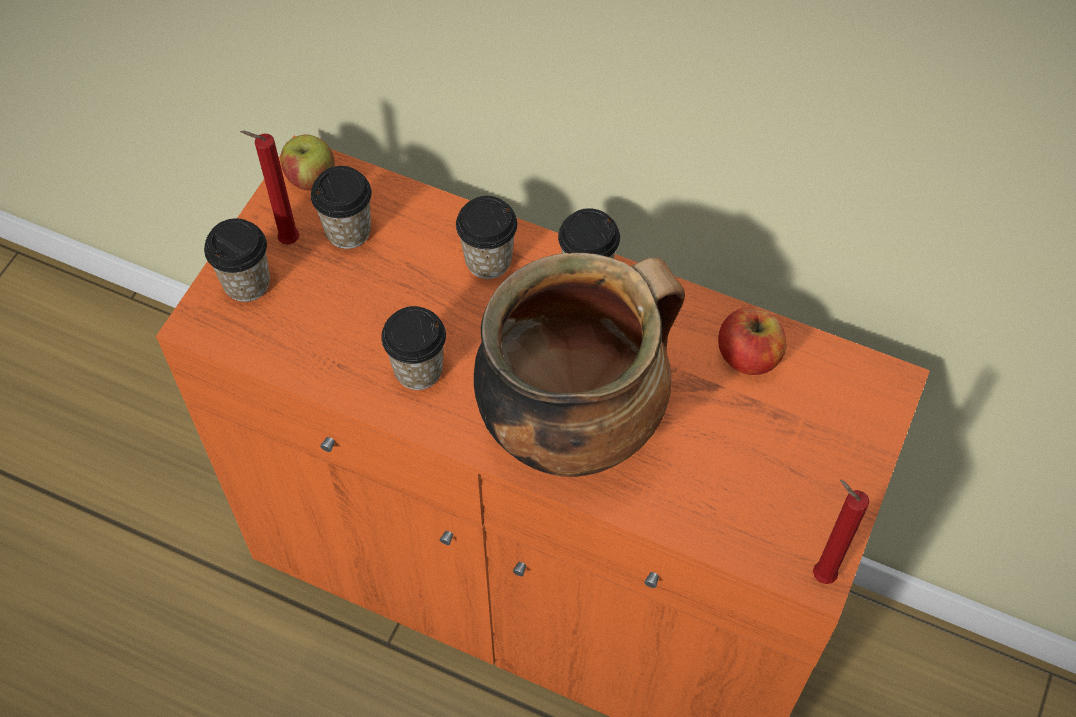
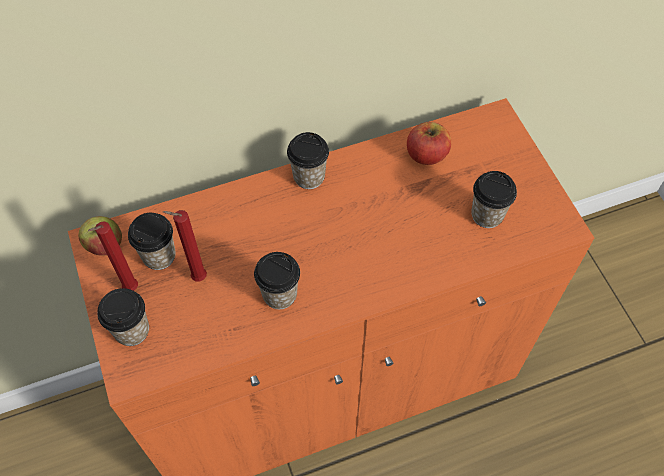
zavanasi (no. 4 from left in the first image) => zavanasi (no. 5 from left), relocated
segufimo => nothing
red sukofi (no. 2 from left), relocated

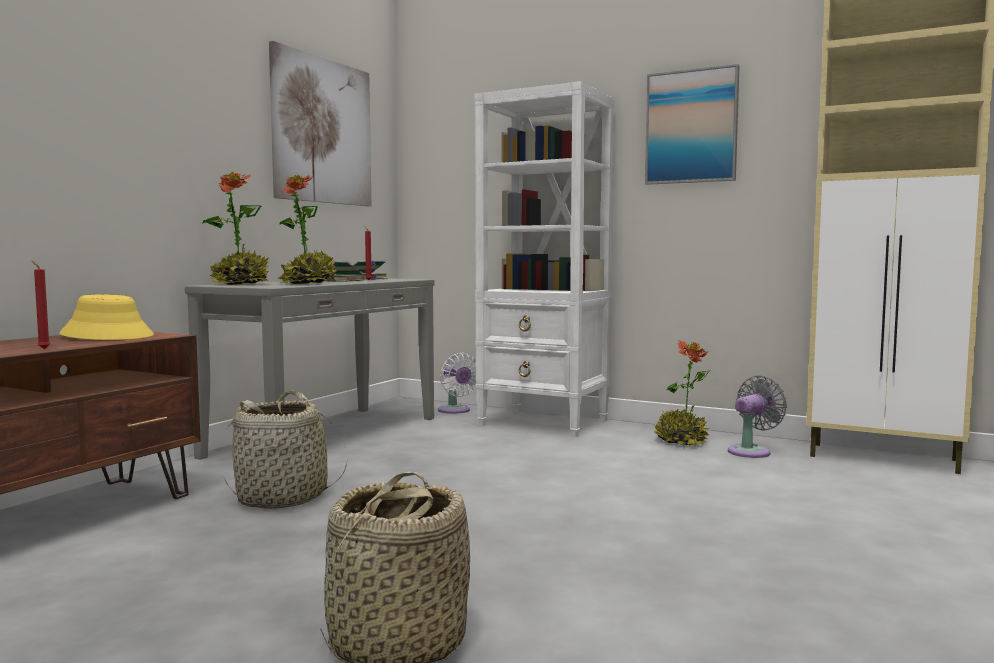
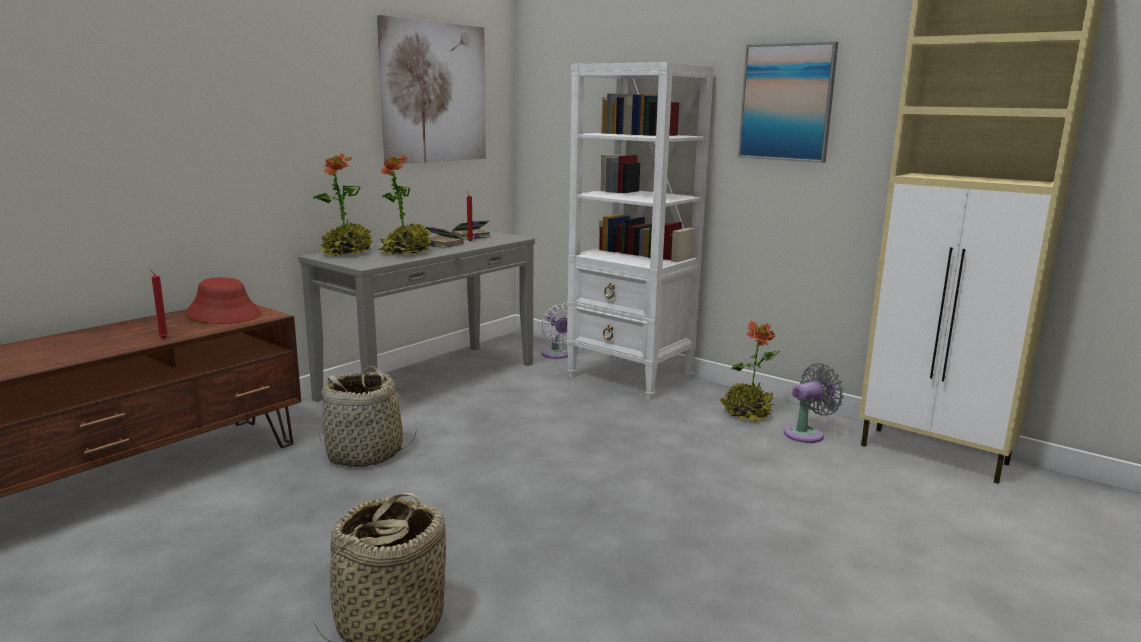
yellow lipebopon => red lipebopon

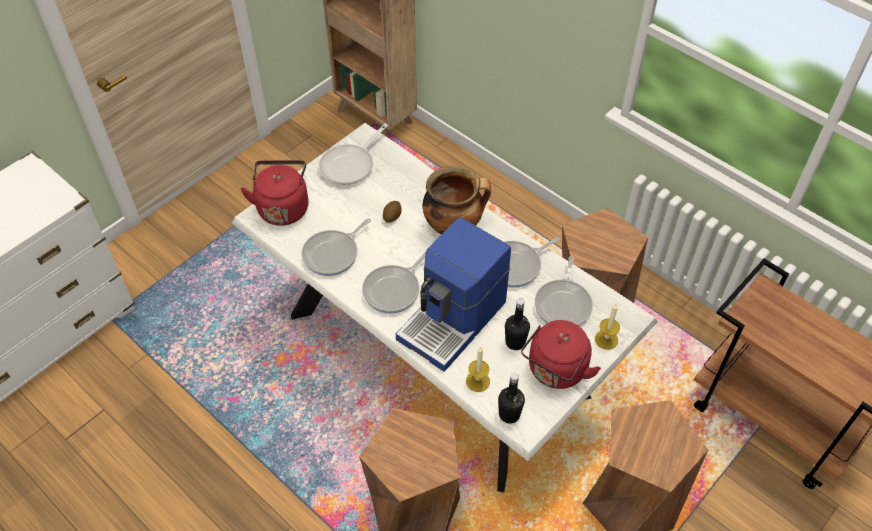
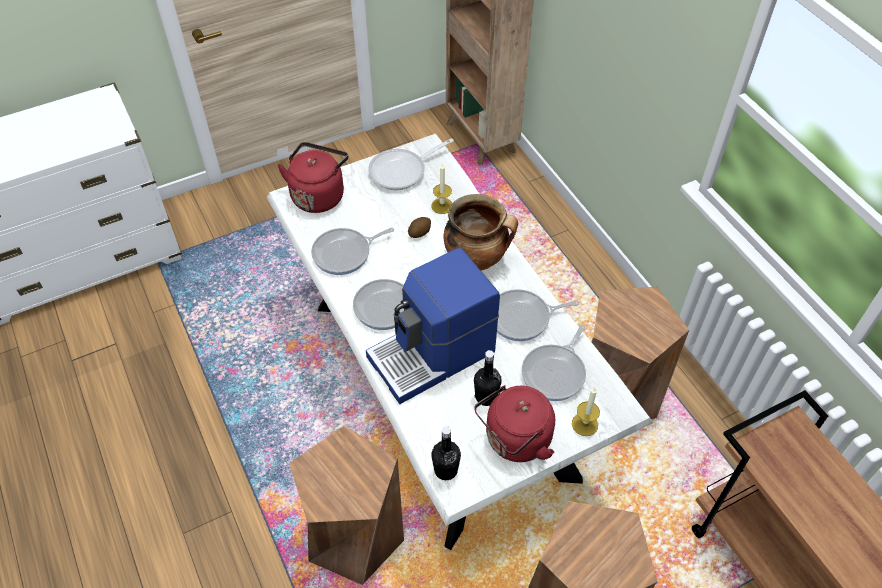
sukofi (no. 1 from left), relocated

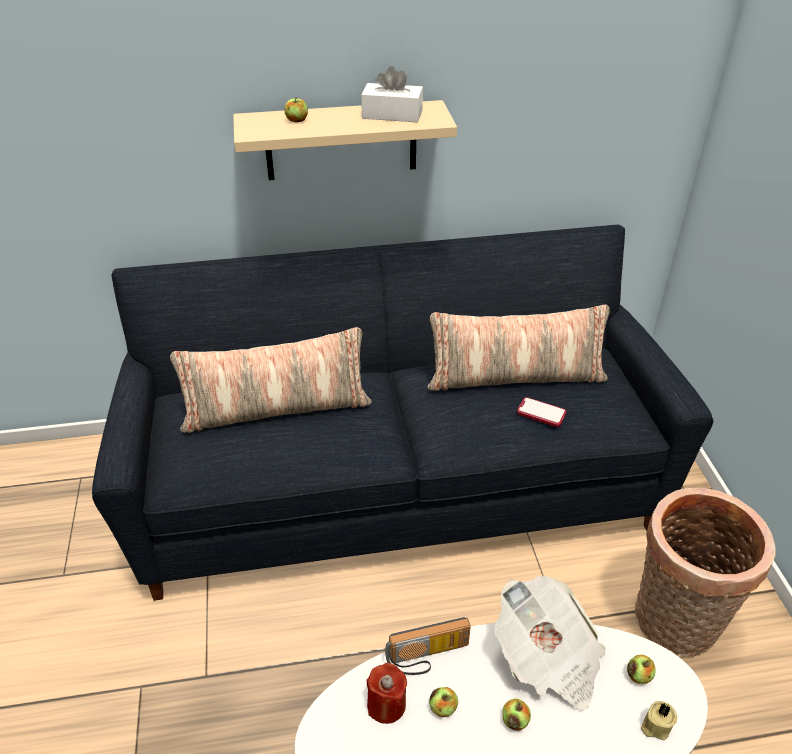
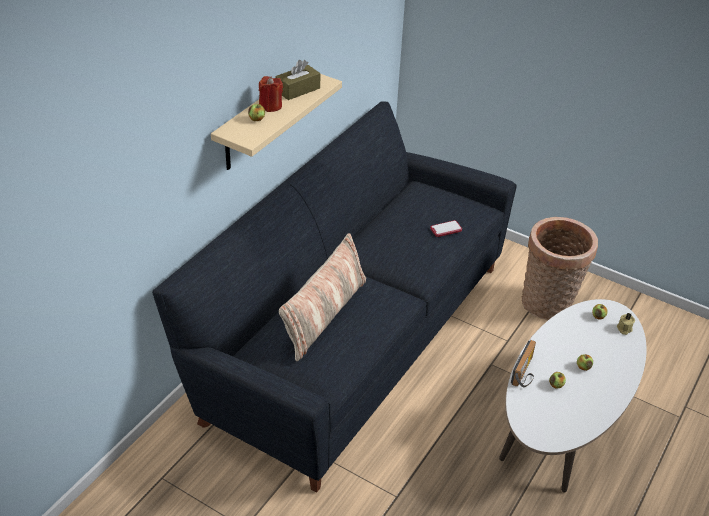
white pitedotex => brown pitedotex
red sukofi, relocated
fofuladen (no. 2 from left) => nothing
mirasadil => nothing

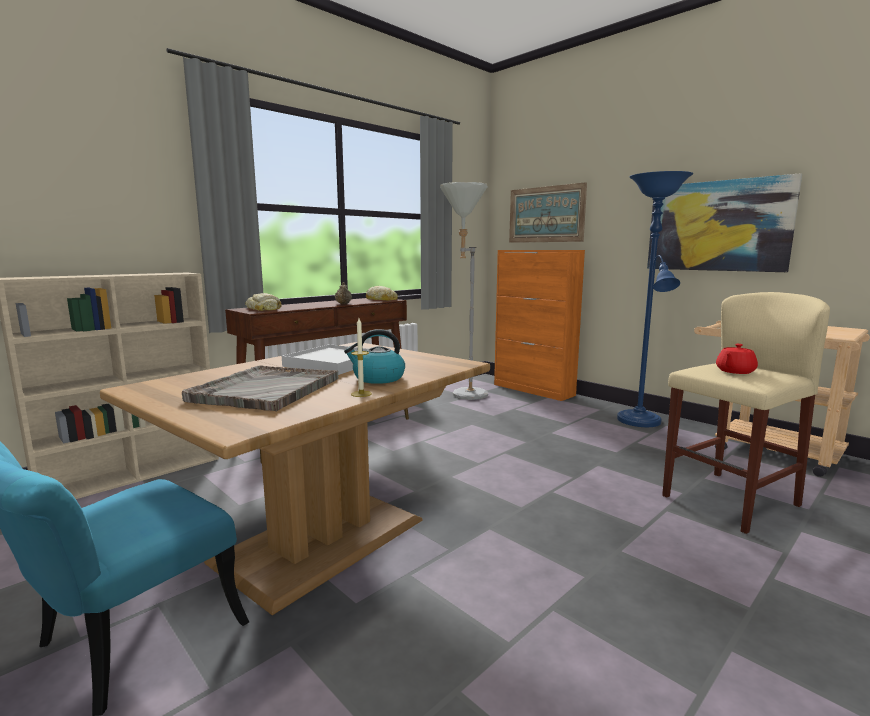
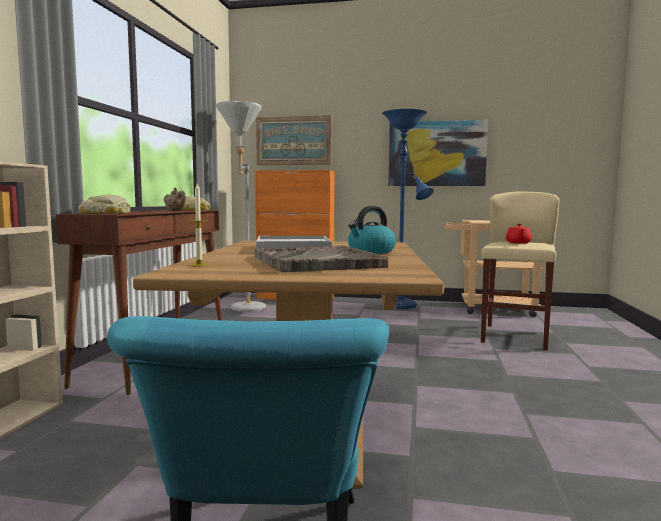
sukofi, relocated

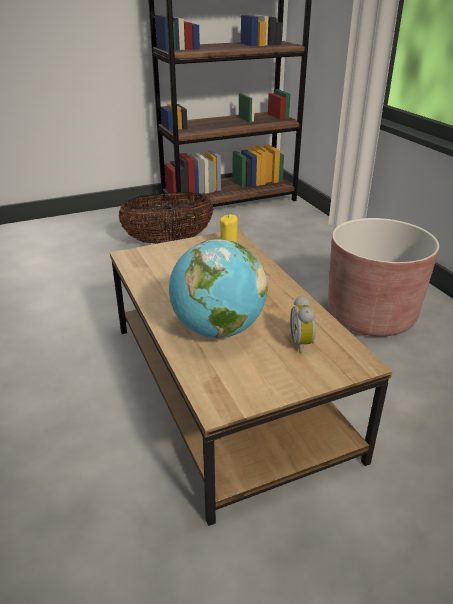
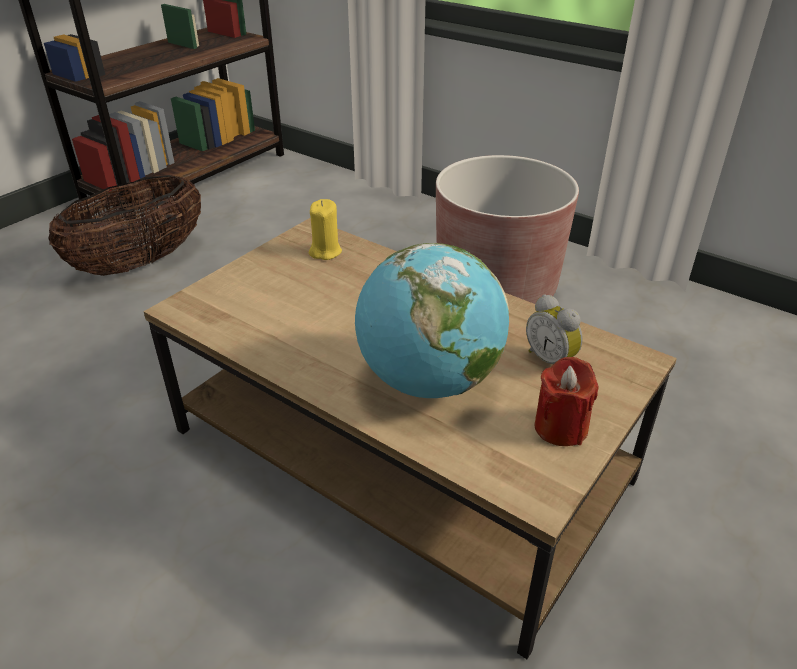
nothing => red sukofi

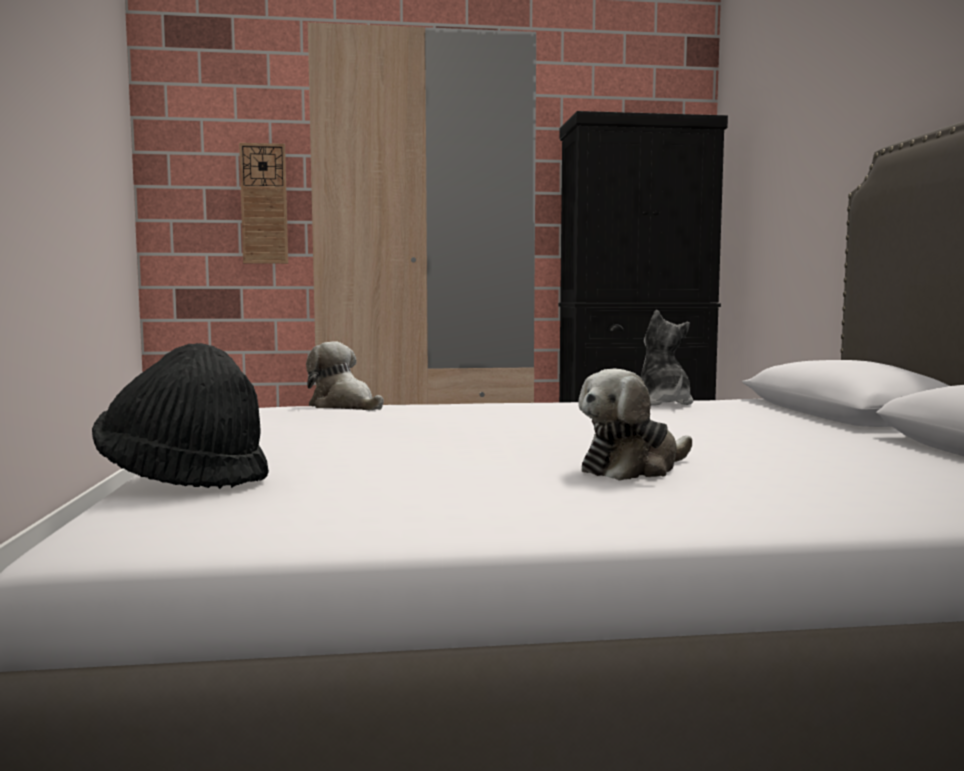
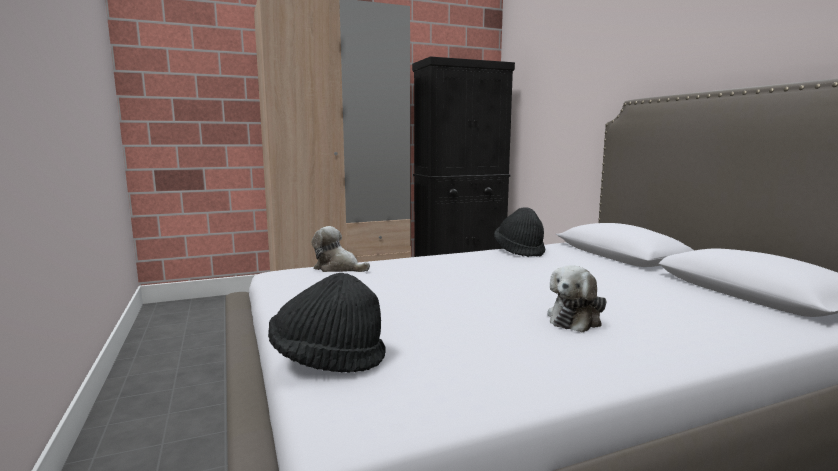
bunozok => nothing
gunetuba (no. 3 from left) => black lipebopon (no. 2 from left)

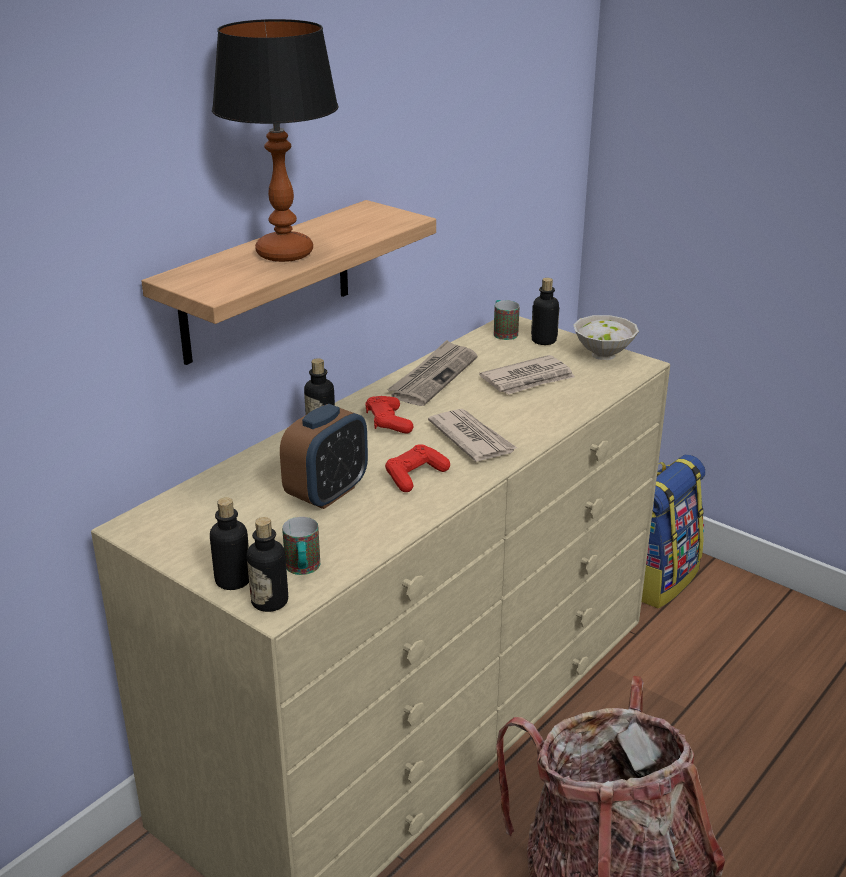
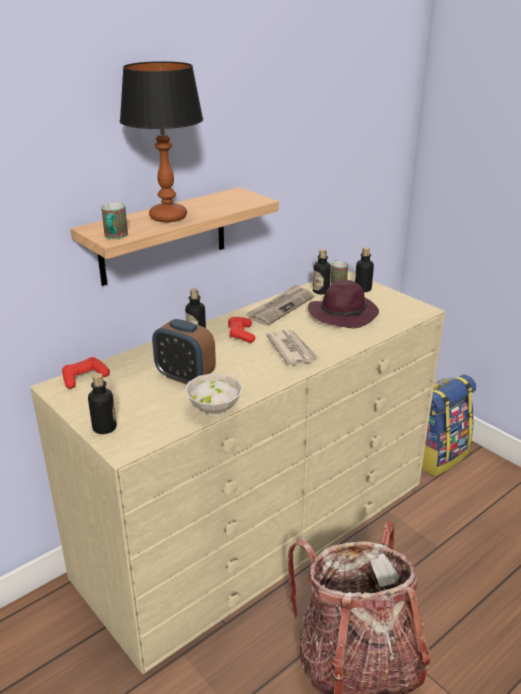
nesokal (no. 2 from left in the first image) => nesokal (no. 3 from left), relocated
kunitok, 75 degrees clockwise
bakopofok (no. 1 from left), relocated
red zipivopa (no. 2 from left in the first image) => red zipivopa (no. 1 from left), relocated
mirasadil (no. 3 from left) => purple lipebopon
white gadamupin, relocated

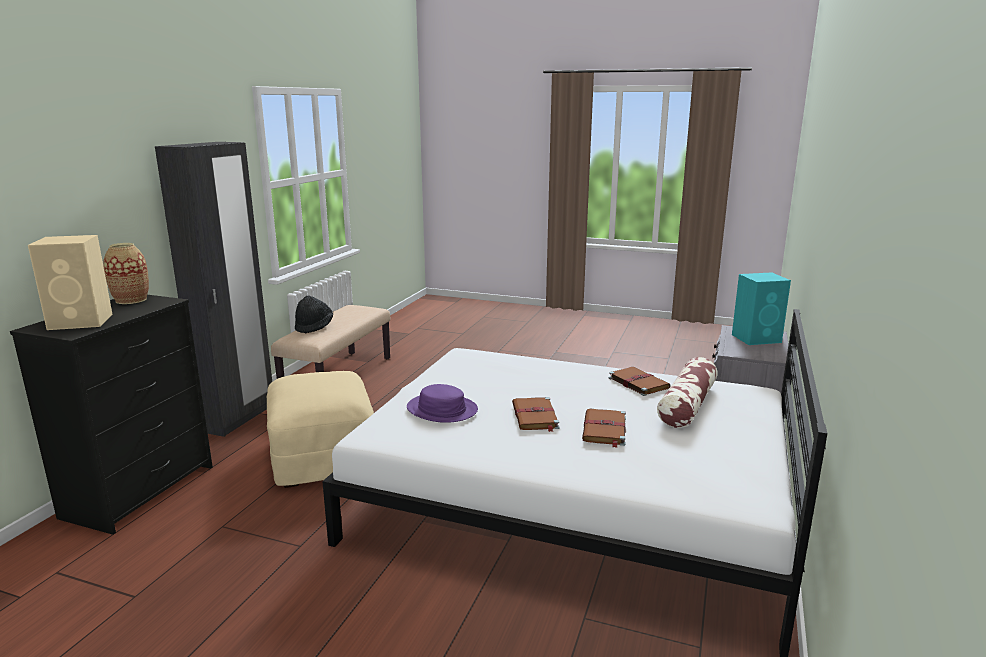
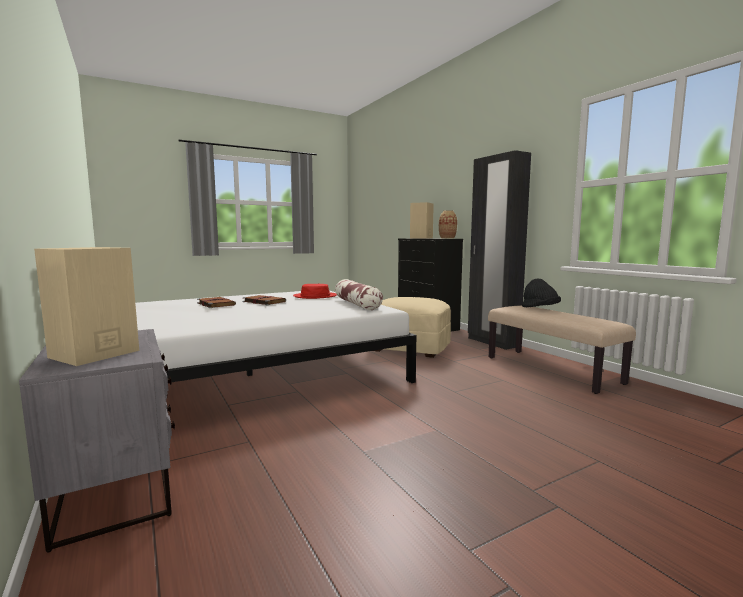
purple lipebopon => red lipebopon
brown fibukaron (no. 3 from left) => nothing
fofuladen, relocated
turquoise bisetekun => beige bisetekun (no. 1 from left)

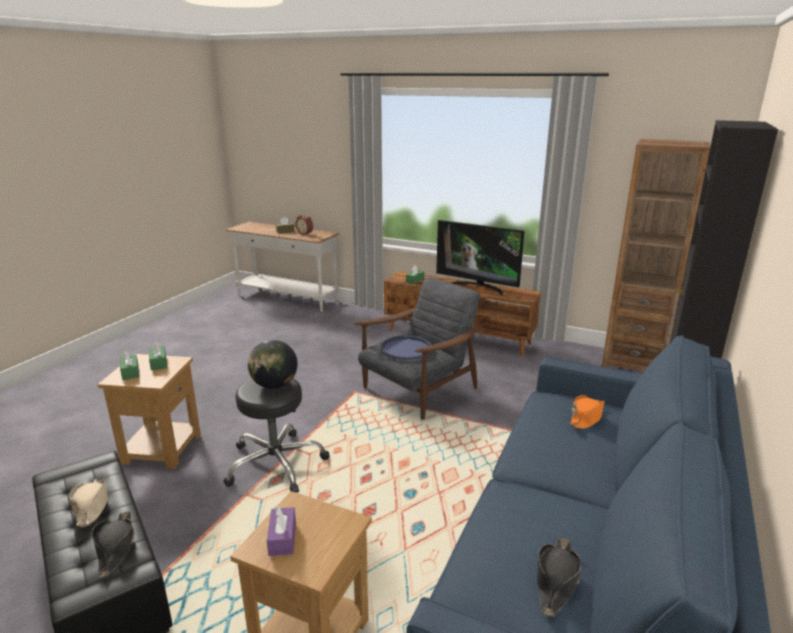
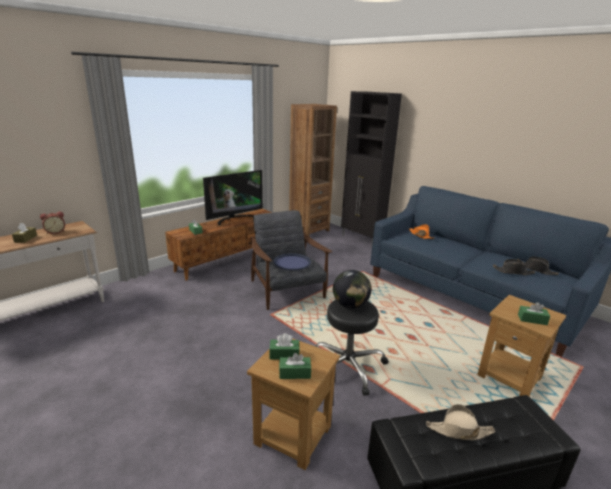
black lipebopon (no. 1 from left), relocated
purple pitedotex => green pitedotex (no. 4 from left)

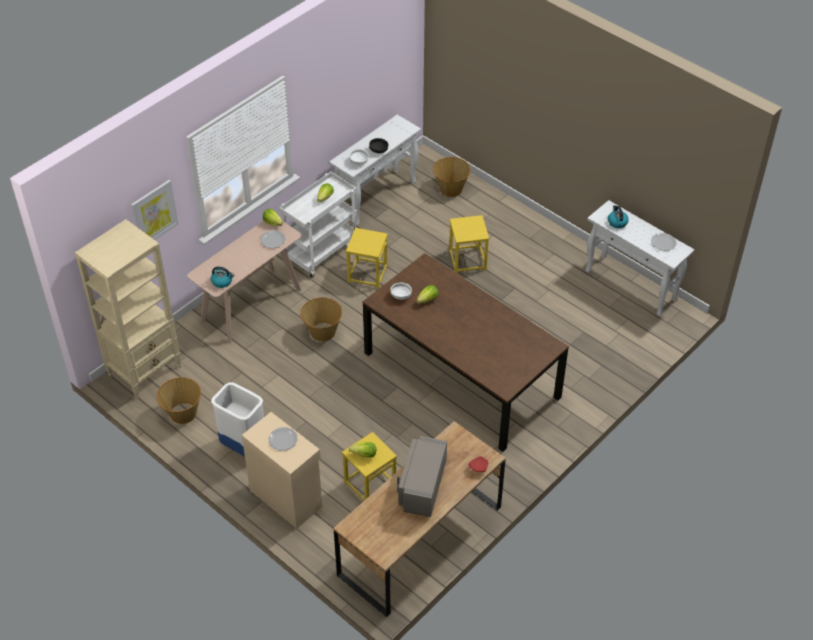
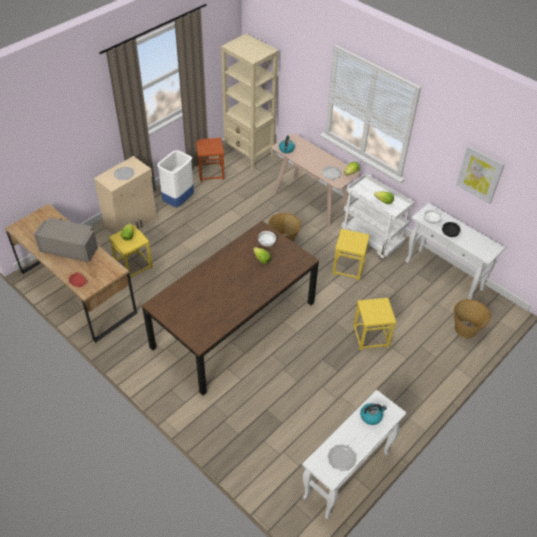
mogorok, relocated
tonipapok (no. 1 from left) => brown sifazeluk

